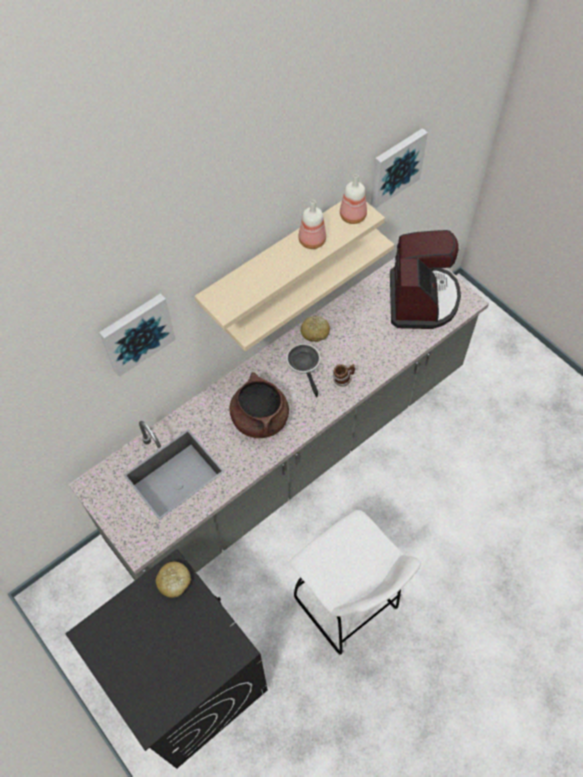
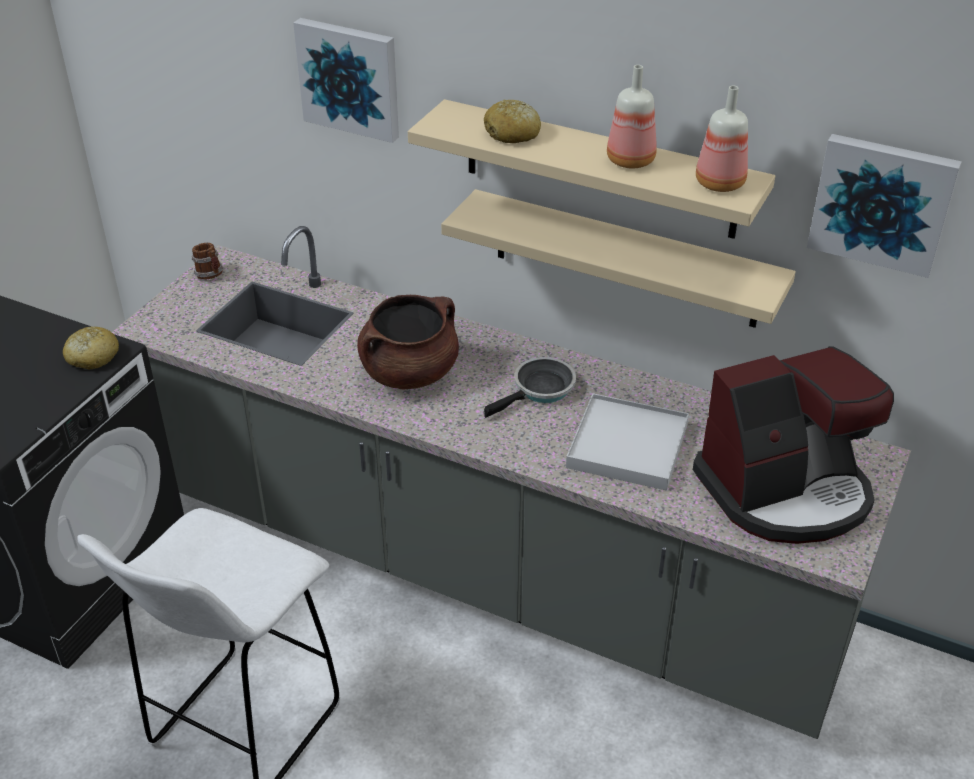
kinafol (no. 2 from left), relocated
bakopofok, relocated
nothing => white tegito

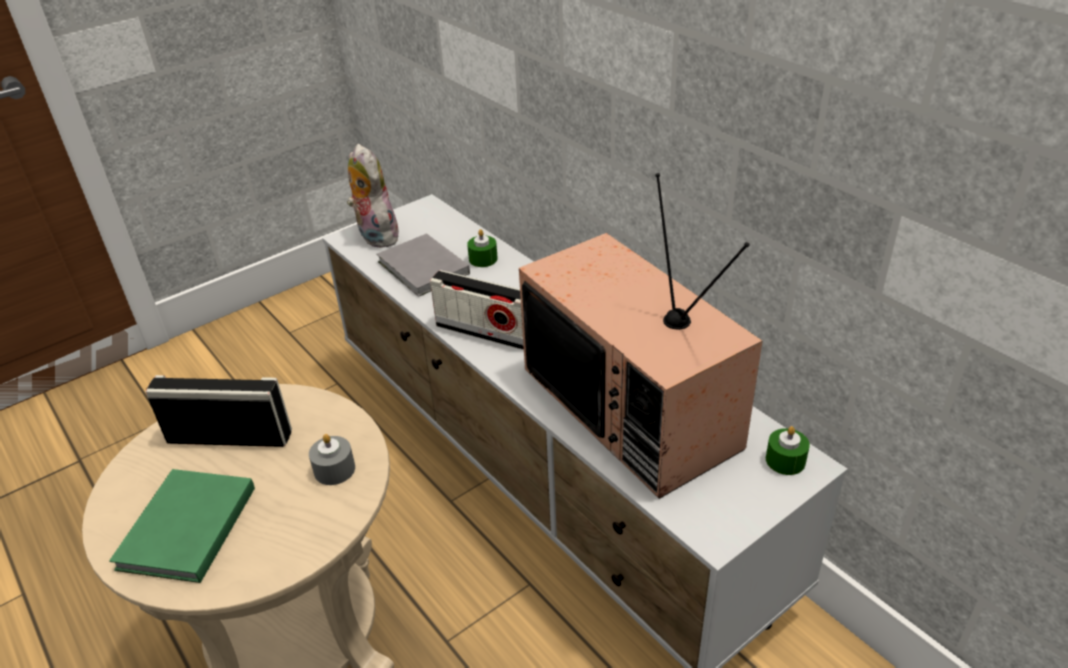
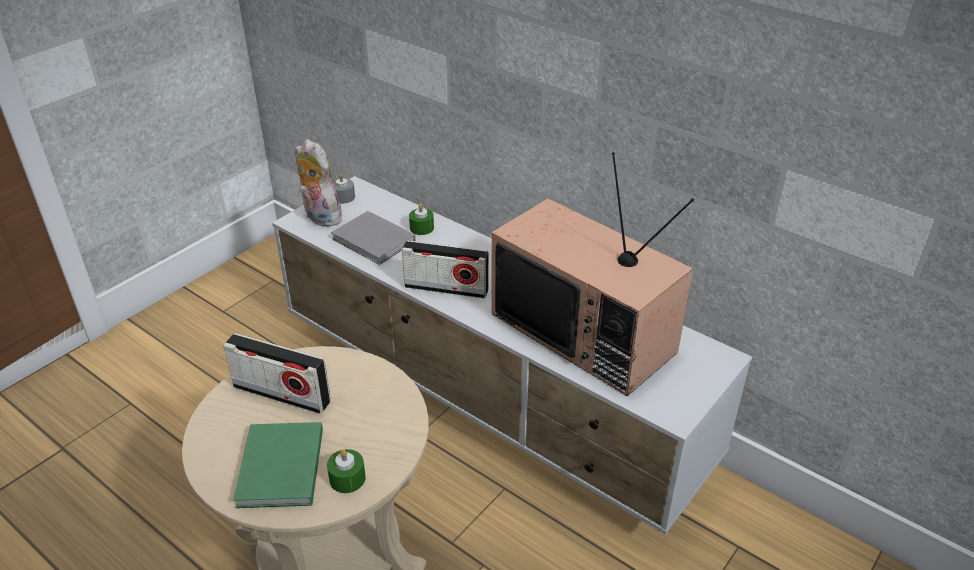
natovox (no. 1 from left), 150 degrees counterclockwise
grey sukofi, relocated
green sukofi (no. 2 from left in the first image) => green sukofi (no. 1 from left), relocated

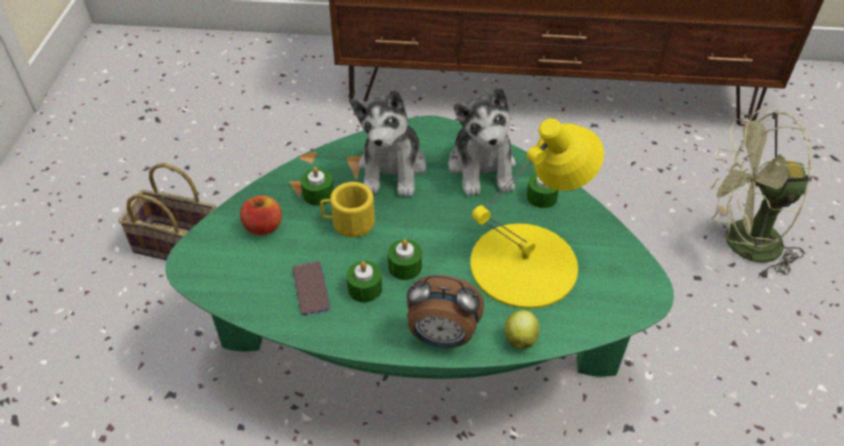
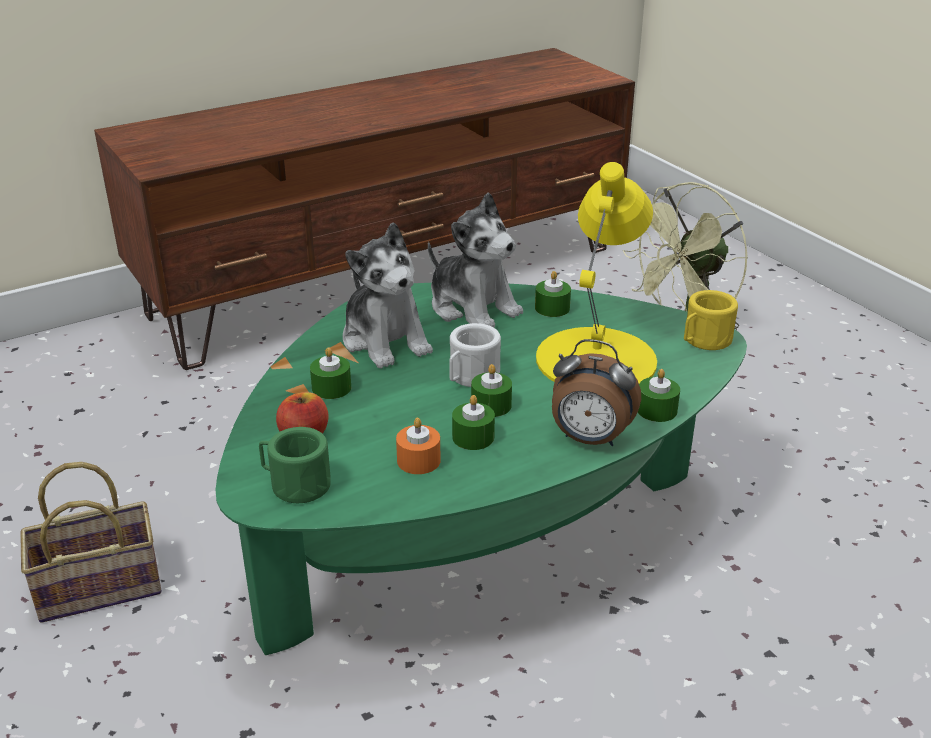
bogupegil => orange sukofi
yellow bakopofok, relocated
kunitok, 45 degrees clockwise
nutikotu (no. 2 from left) => green sukofi (no. 5 from left)
nothing => green bakopofok
nothing => white bakopofok

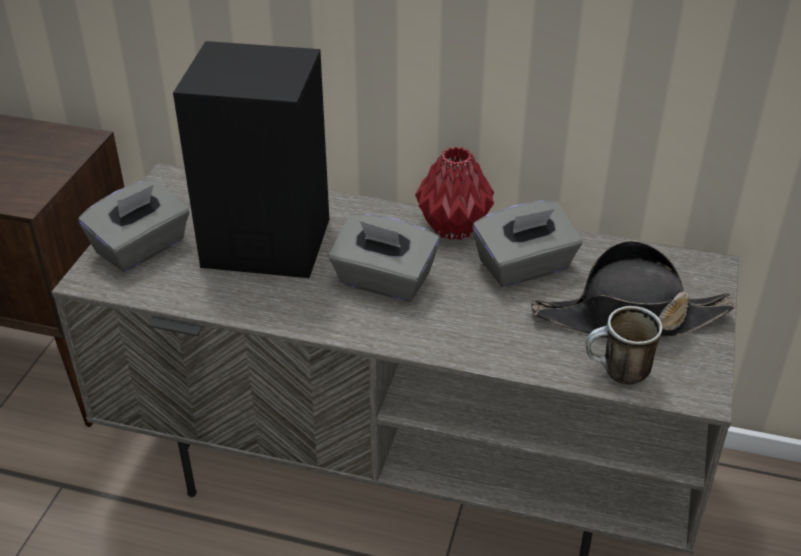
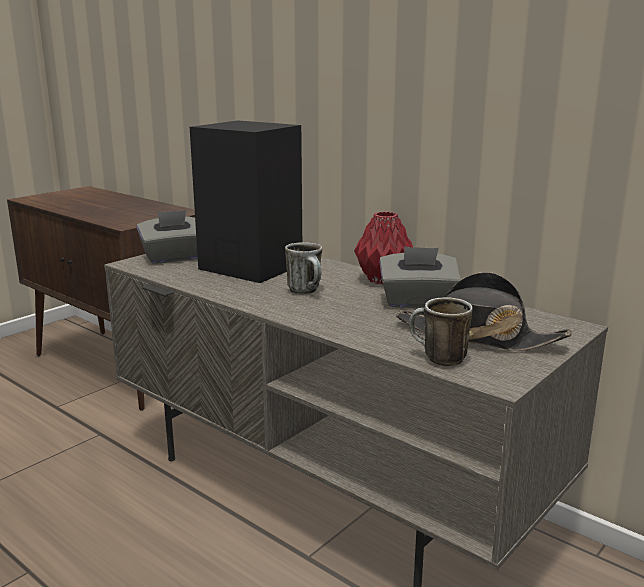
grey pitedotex (no. 2 from left) => bakopofok (no. 1 from left)

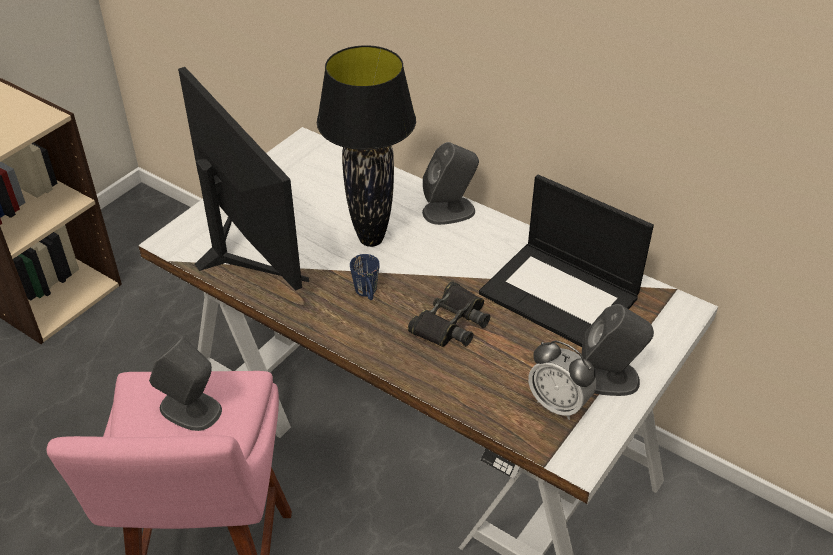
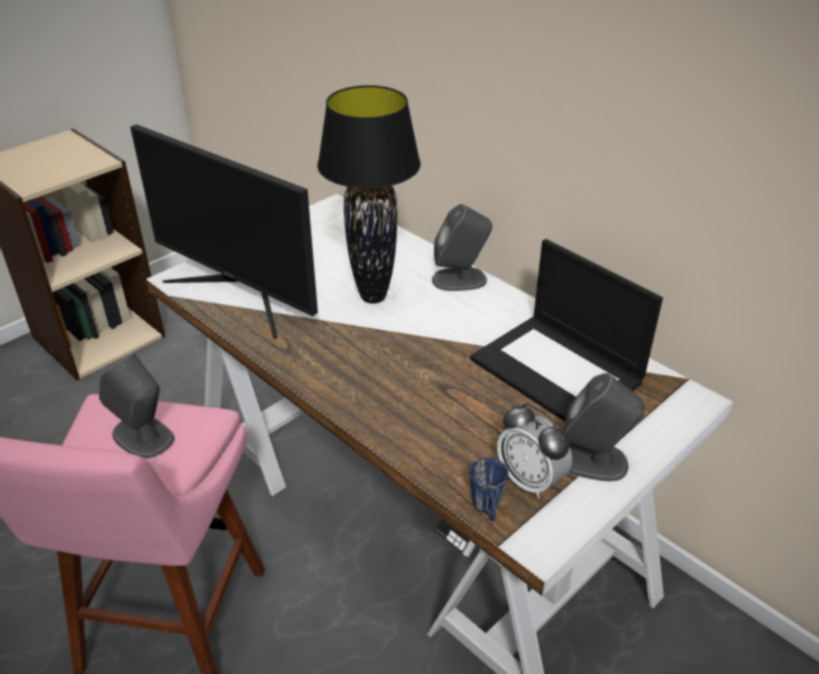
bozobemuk, 150 degrees clockwise
blue bakopofok, relocated
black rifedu => nothing

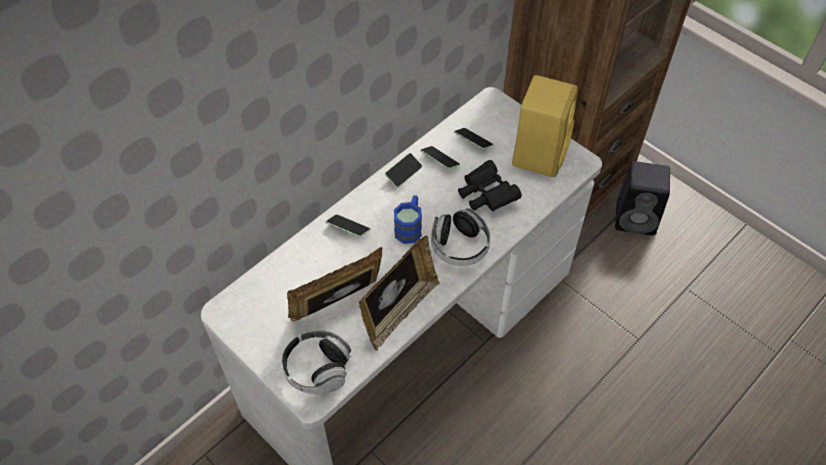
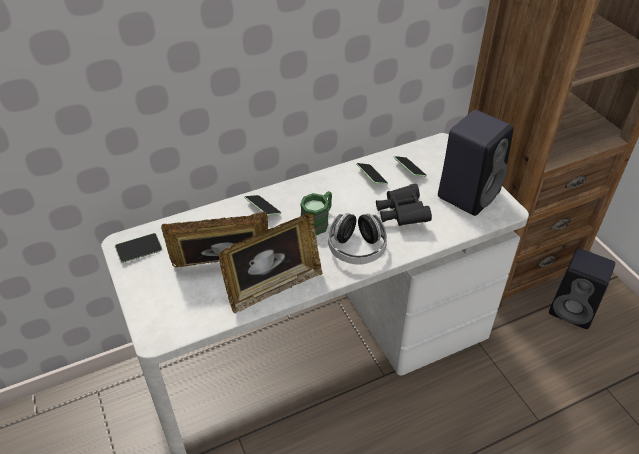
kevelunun (no. 1 from left) => nothing
bogupegil (no. 2 from left in the first image) => bogupegil (no. 1 from left), relocated
blue bakopofok => green bakopofok
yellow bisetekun => black bisetekun (no. 1 from left)

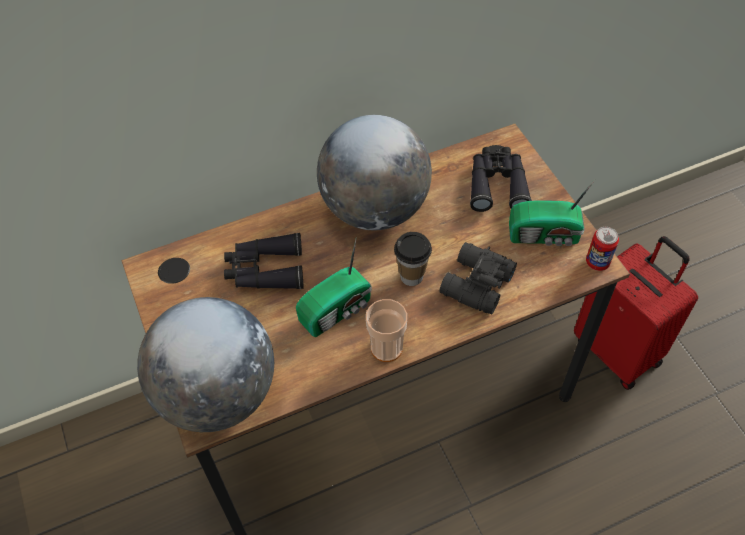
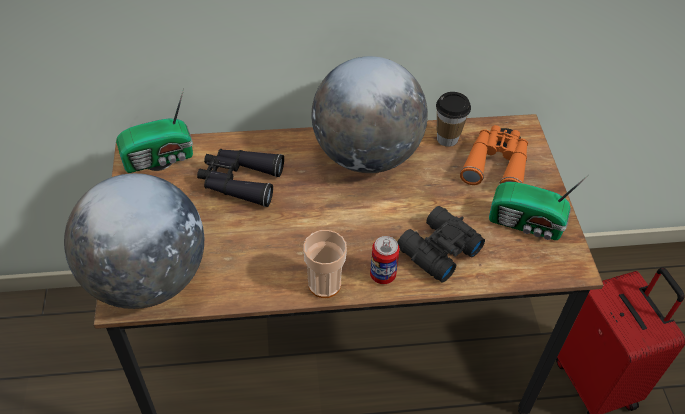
natovox (no. 1 from left), relocated
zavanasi (no. 2 from left), relocated
black rifedu (no. 3 from left) => orange rifedu
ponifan, relocated

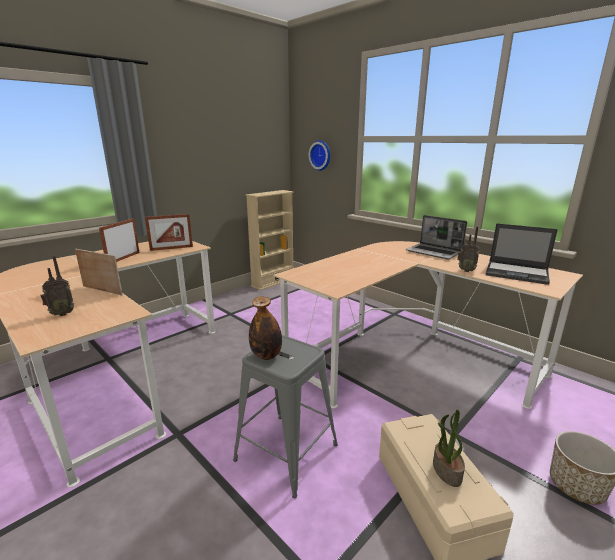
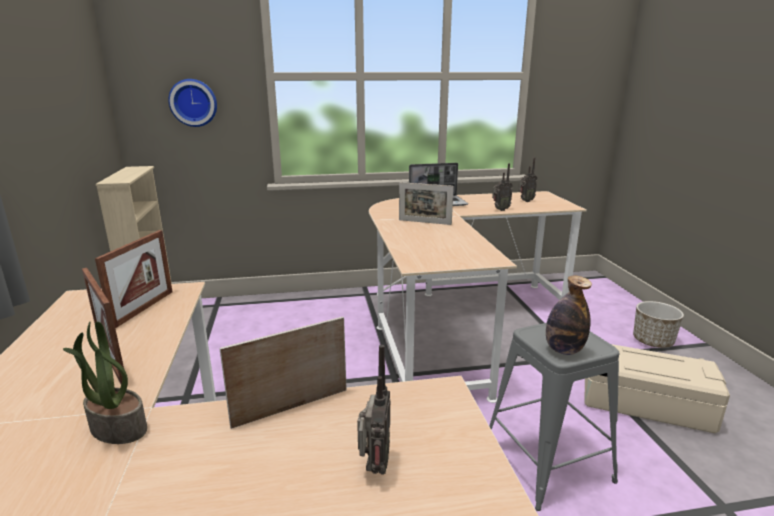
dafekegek, relocated
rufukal (no. 2 from left) => natovox (no. 3 from left)
nothing => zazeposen (no. 4 from left)

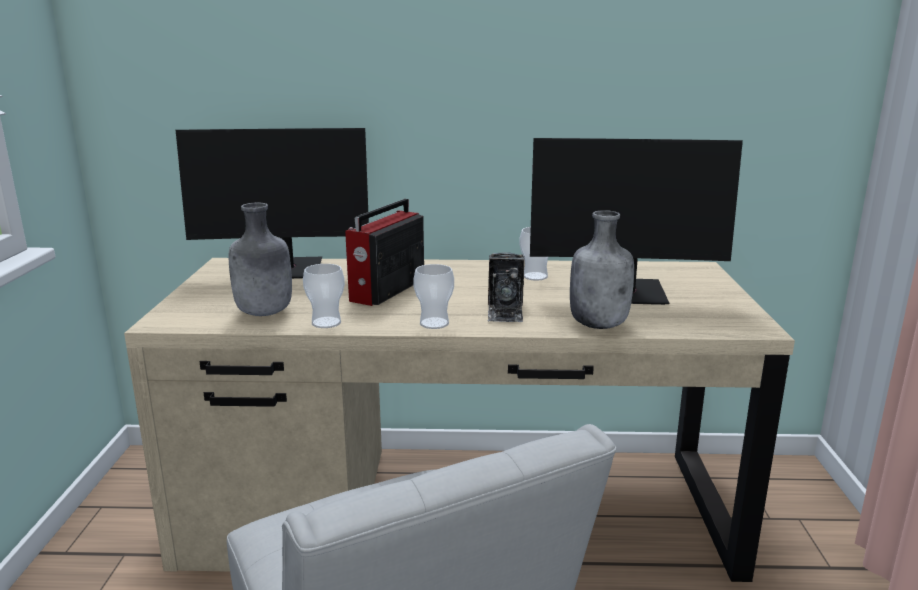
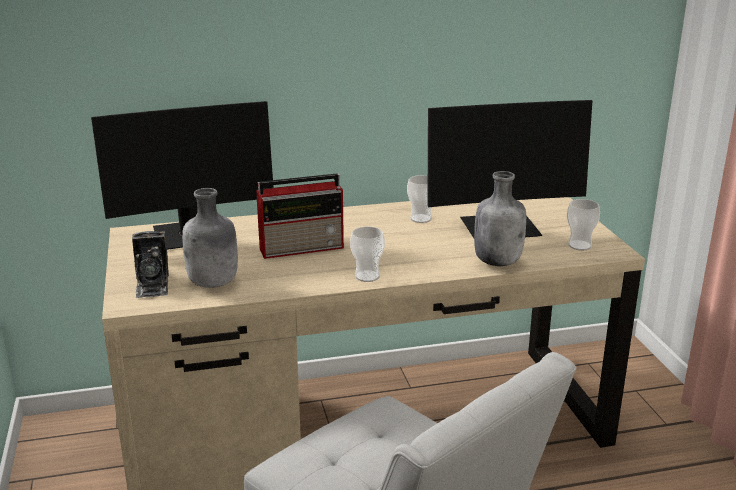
zavanasi (no. 1 from left in the first image) => zavanasi (no. 3 from left), relocated
natovox, 120 degrees counterclockwise
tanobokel, relocated

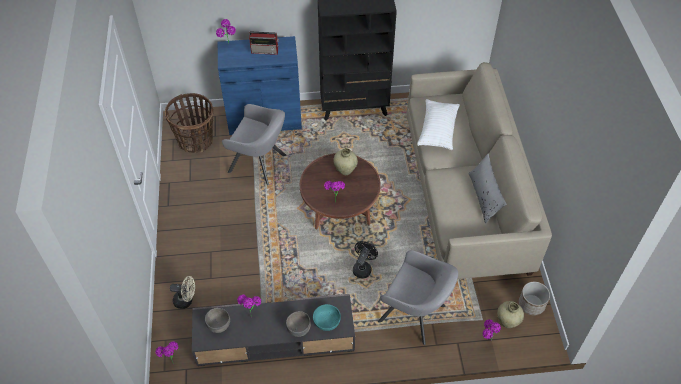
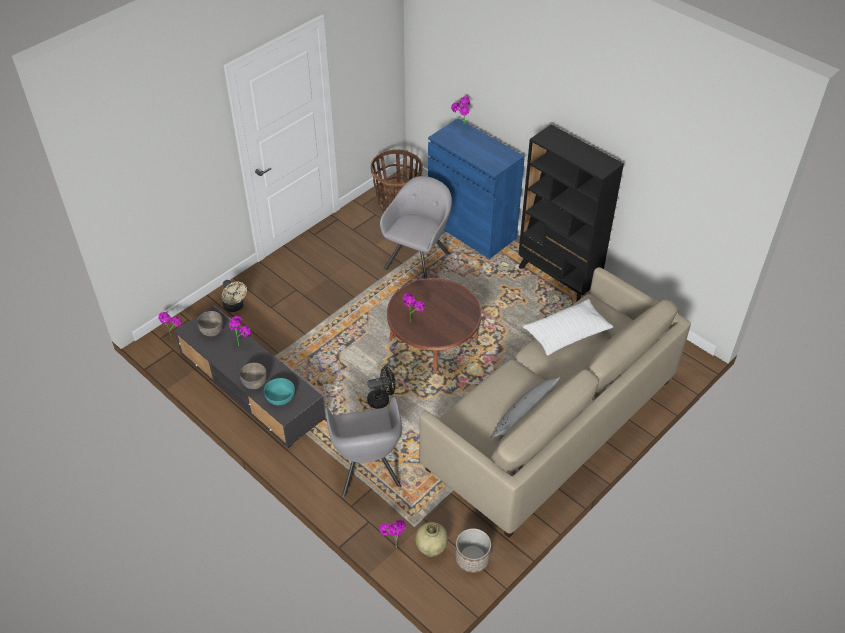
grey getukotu (no. 1 from left in the first image) => grey getukotu (no. 2 from left), 135 degrees counterclockwise
natovox => nothing
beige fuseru (no. 1 from left) => nothing

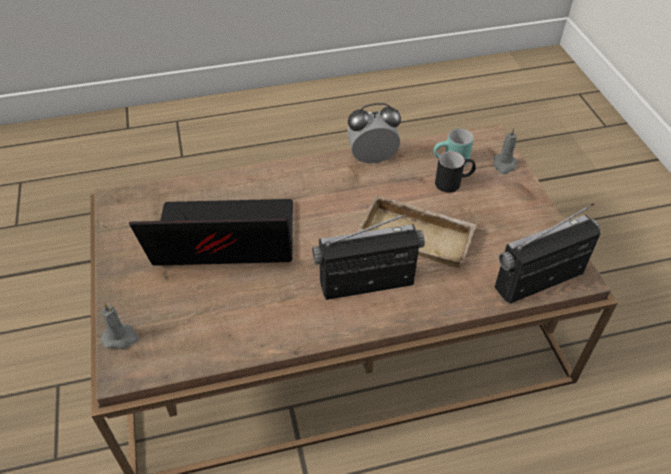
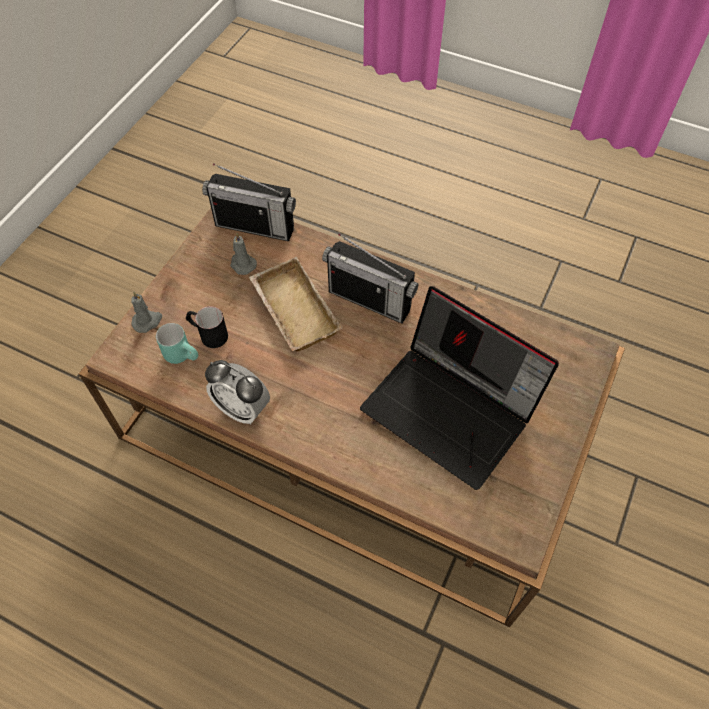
grey sukofi (no. 1 from left in the first image) => grey sukofi (no. 2 from left), relocated

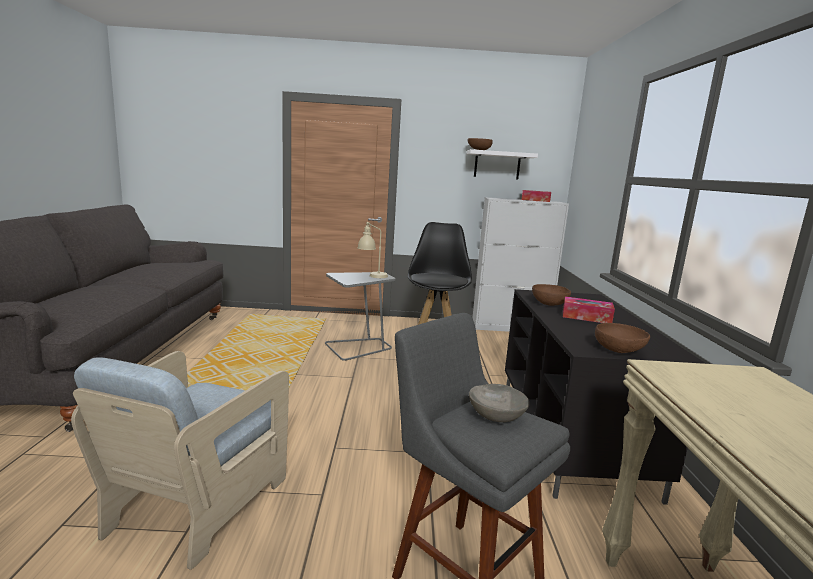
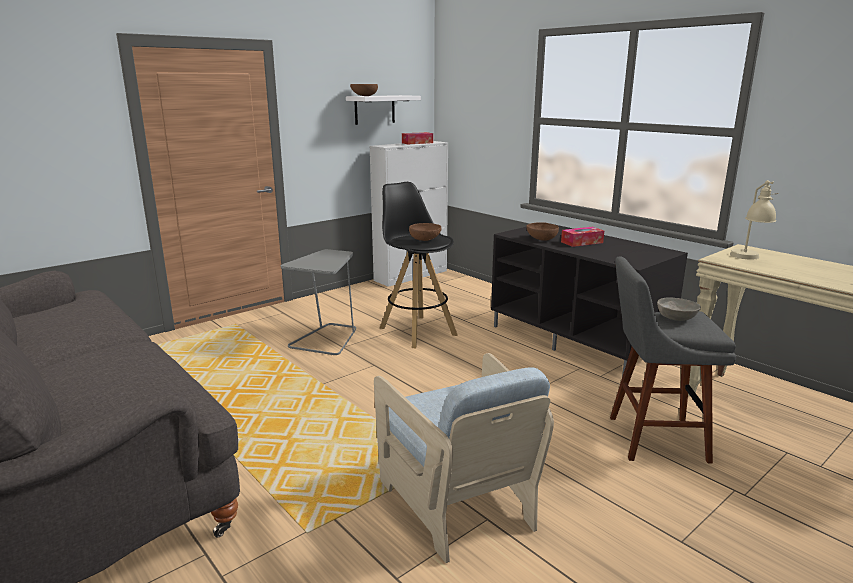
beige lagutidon, relocated
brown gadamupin (no. 3 from left in the first image) => brown gadamupin (no. 2 from left), relocated

